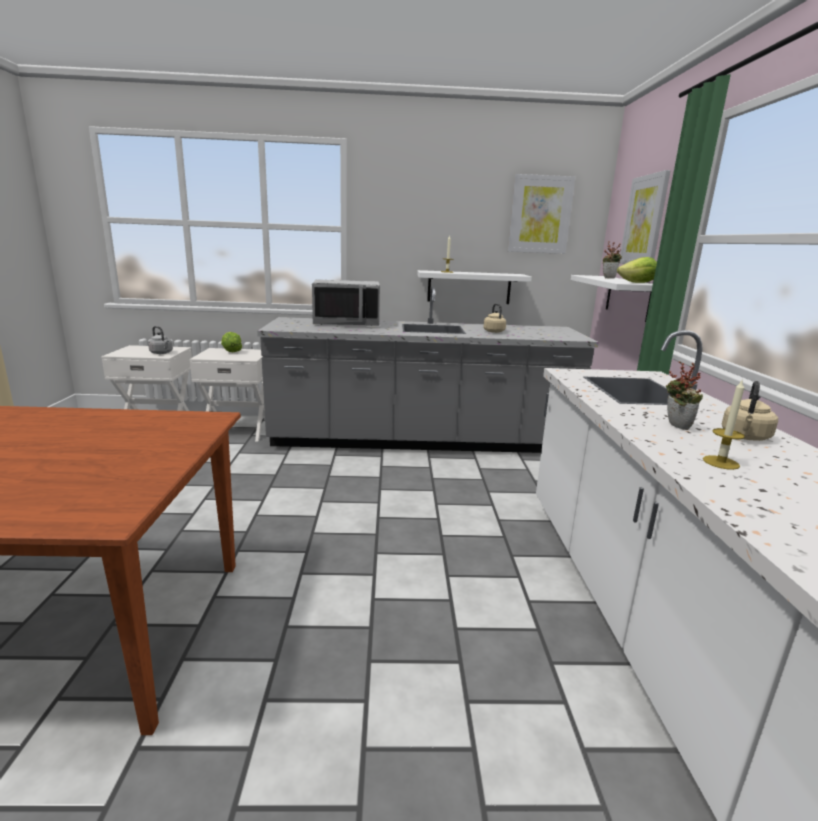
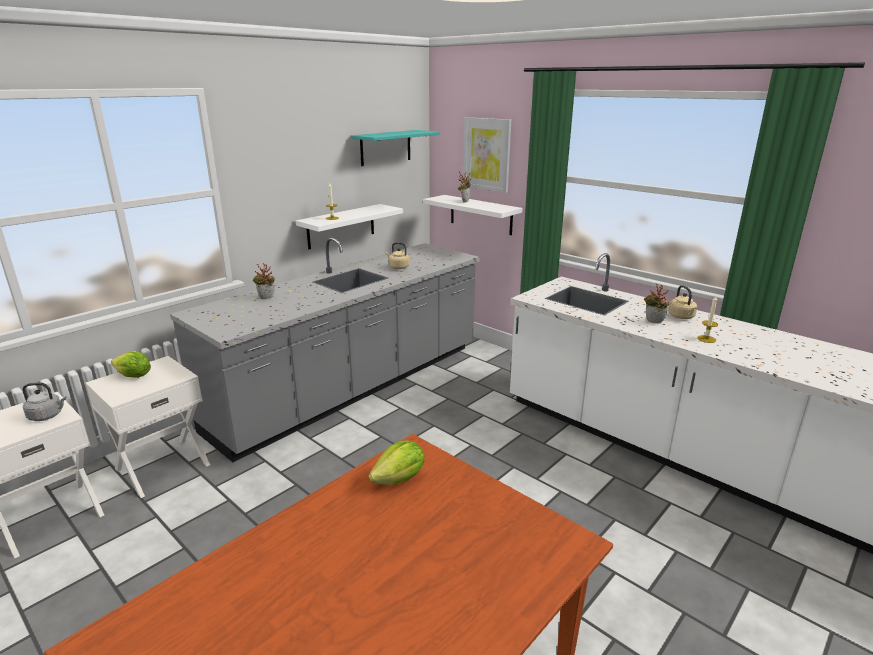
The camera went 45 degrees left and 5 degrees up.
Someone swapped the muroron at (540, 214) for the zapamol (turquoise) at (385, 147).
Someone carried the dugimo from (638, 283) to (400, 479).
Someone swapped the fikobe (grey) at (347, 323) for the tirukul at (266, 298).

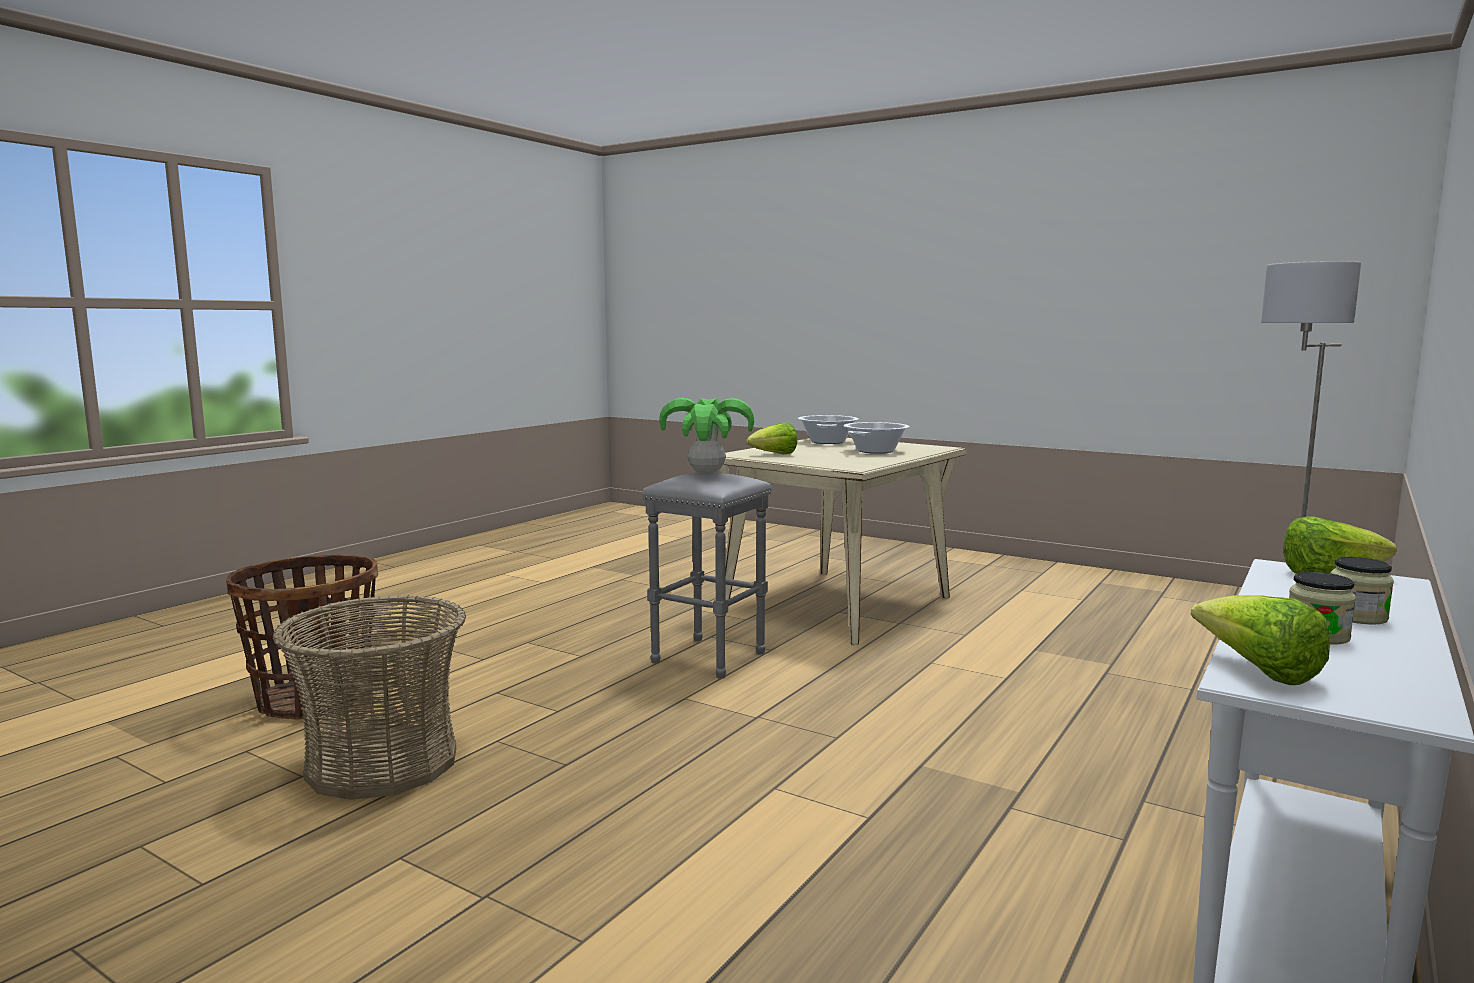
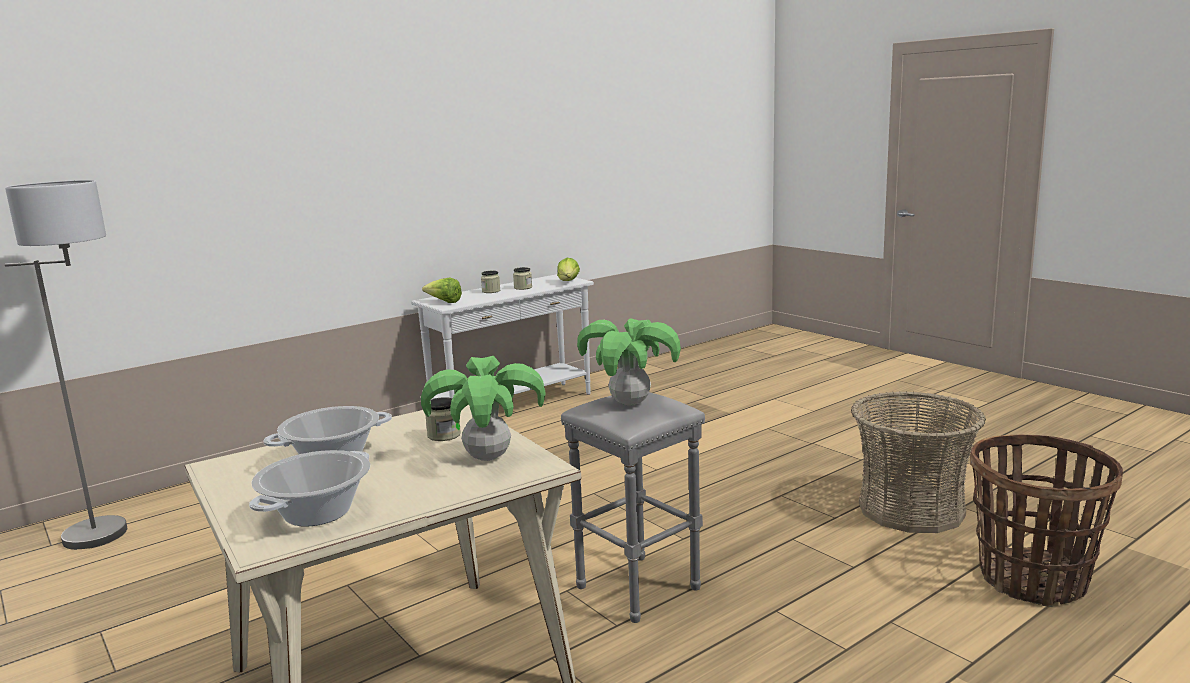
The camera went 160 degrees left and 5 degrees up.
Someone swapped the dugimo at (774, 455) for the tirukul at (487, 457).
Someone put down the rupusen at (444, 435).

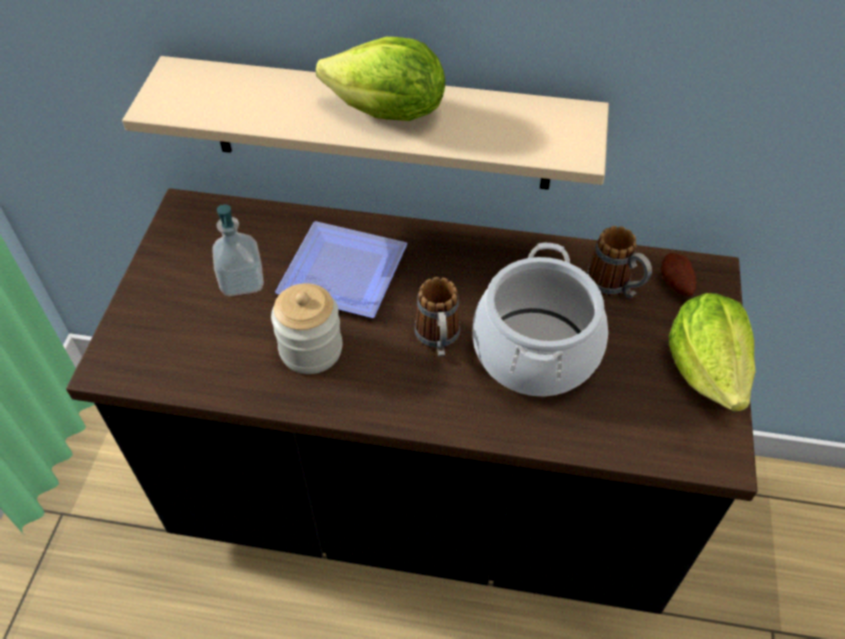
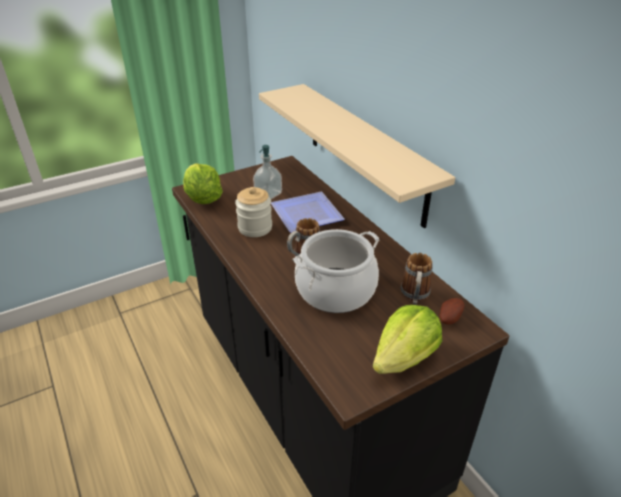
The camera went 50 degrees right and 15 degrees down.
Someone carried the dugimo from (388, 113) to (203, 199).

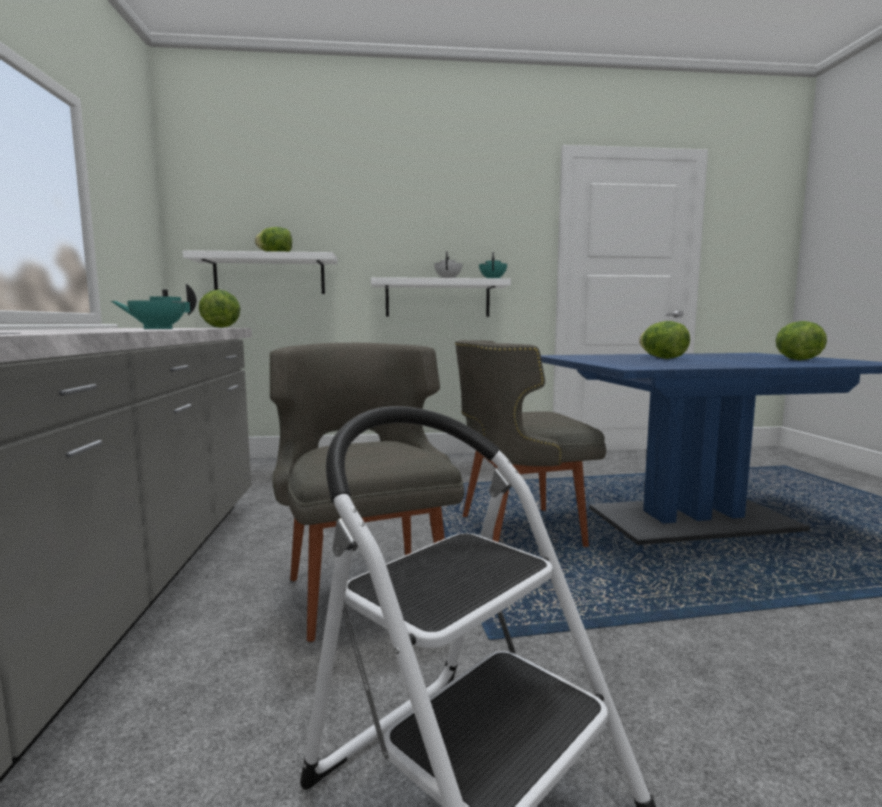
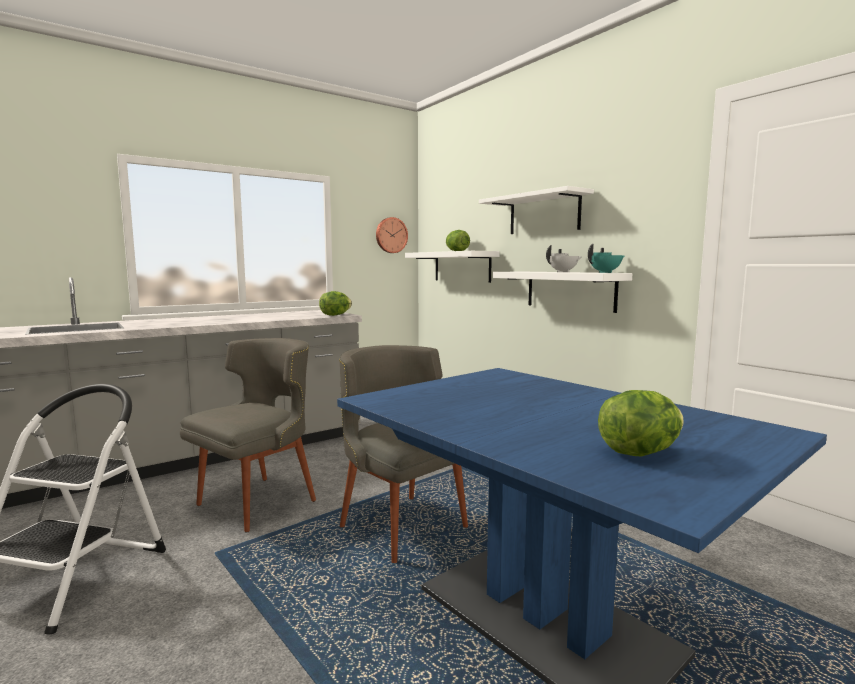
The camera went 60 degrees right and 0 degrees up.
Someone took away the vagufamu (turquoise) at (158, 328).
Someone took away the dugimo at (662, 358).
Someone put up the zapamol (white) at (544, 214).
Someone put up the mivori at (391, 235).

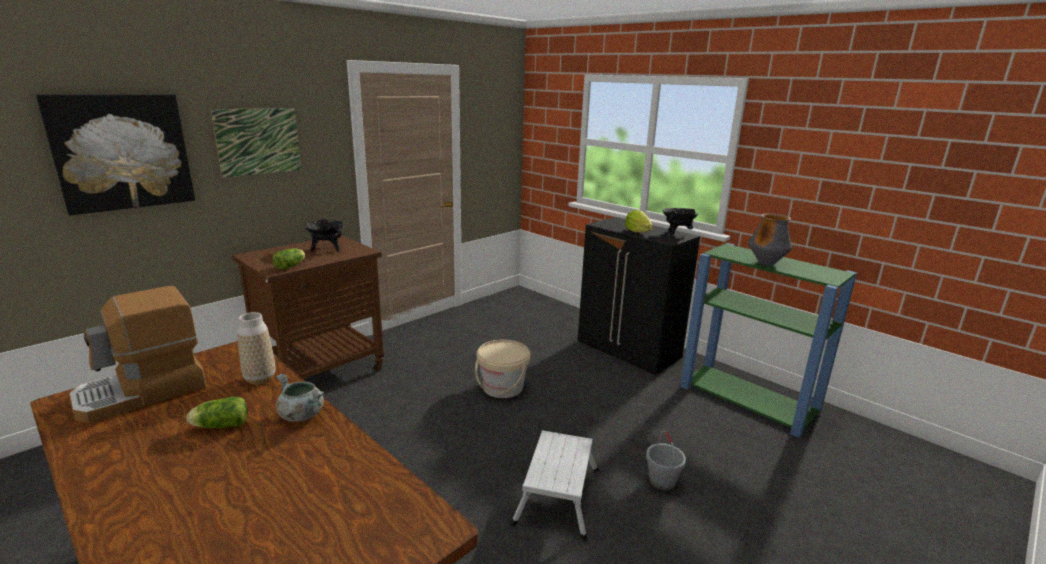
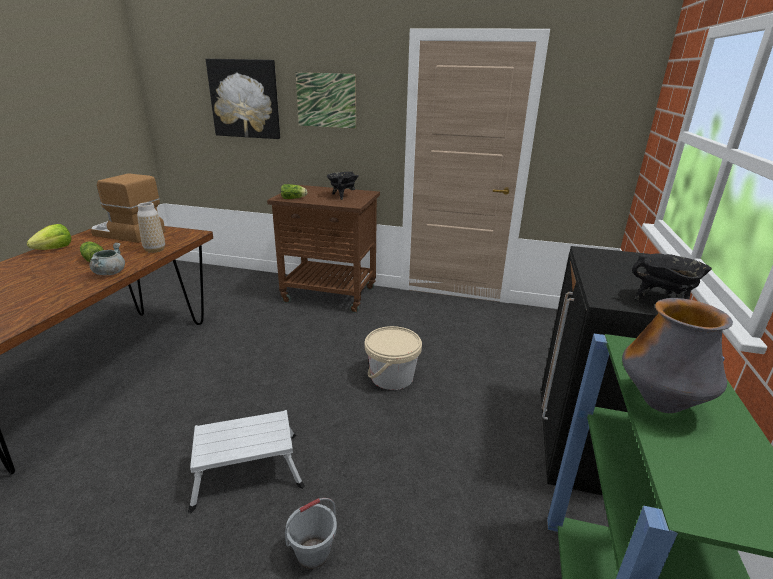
The camera went 60 degrees right and 5 degrees up.
Someone carried the dugimo from (638, 232) to (55, 249).

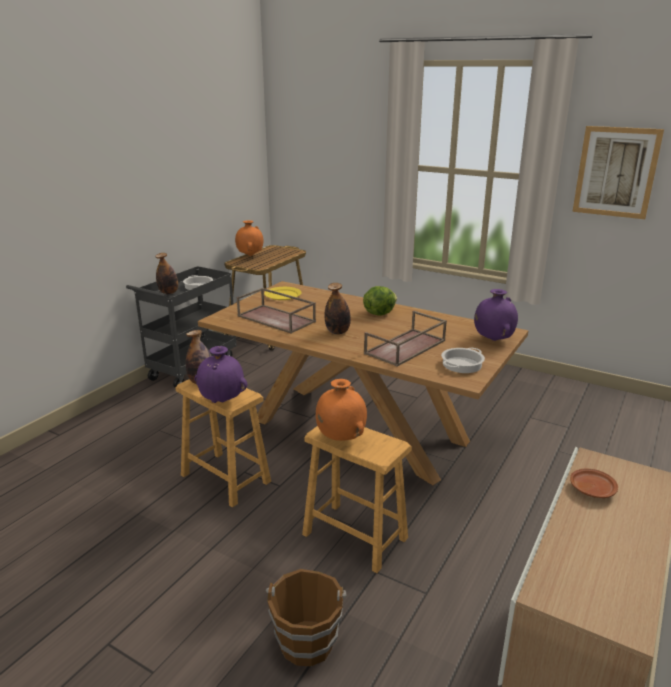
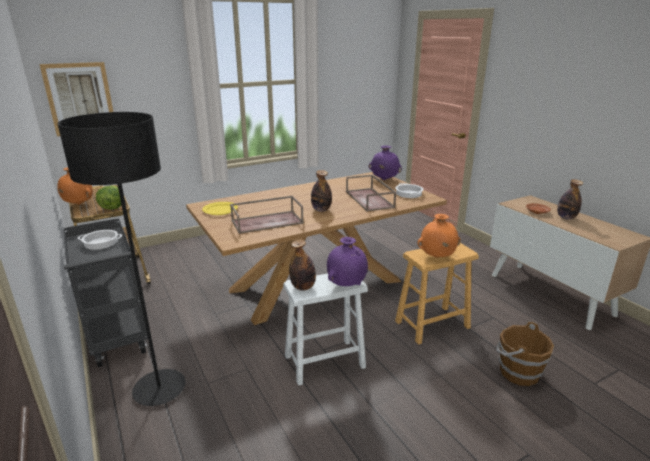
The camera went 60 degrees left and 0 degrees up.
Someone carried the muroron from (616, 172) to (80, 99).
Someone carried the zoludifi from (168, 293) to (566, 217).
Someone carried the dugimo from (379, 313) to (112, 208).
Someone repainted the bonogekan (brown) at (225, 478), which became the bonogekan (white) at (324, 361).
Someone put down the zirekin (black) at (159, 389).

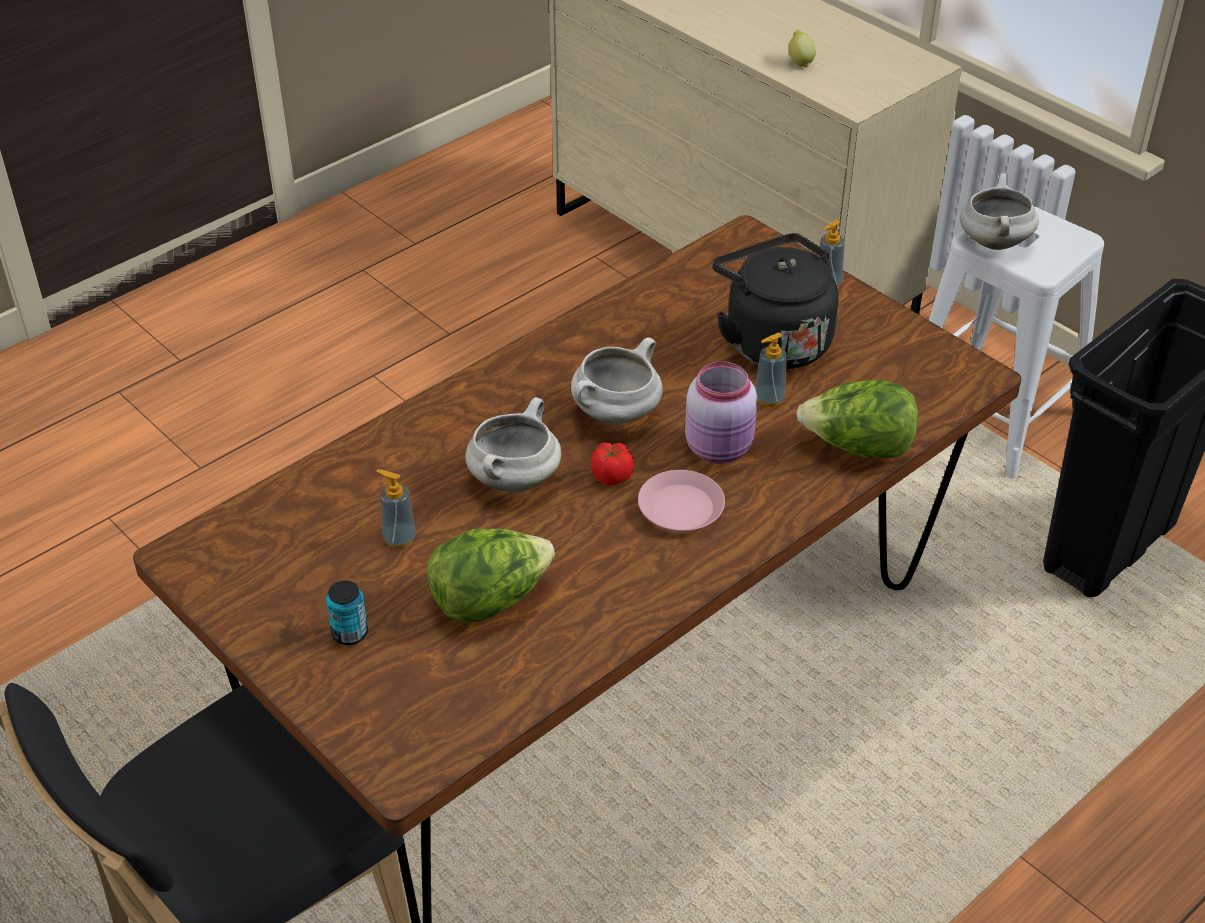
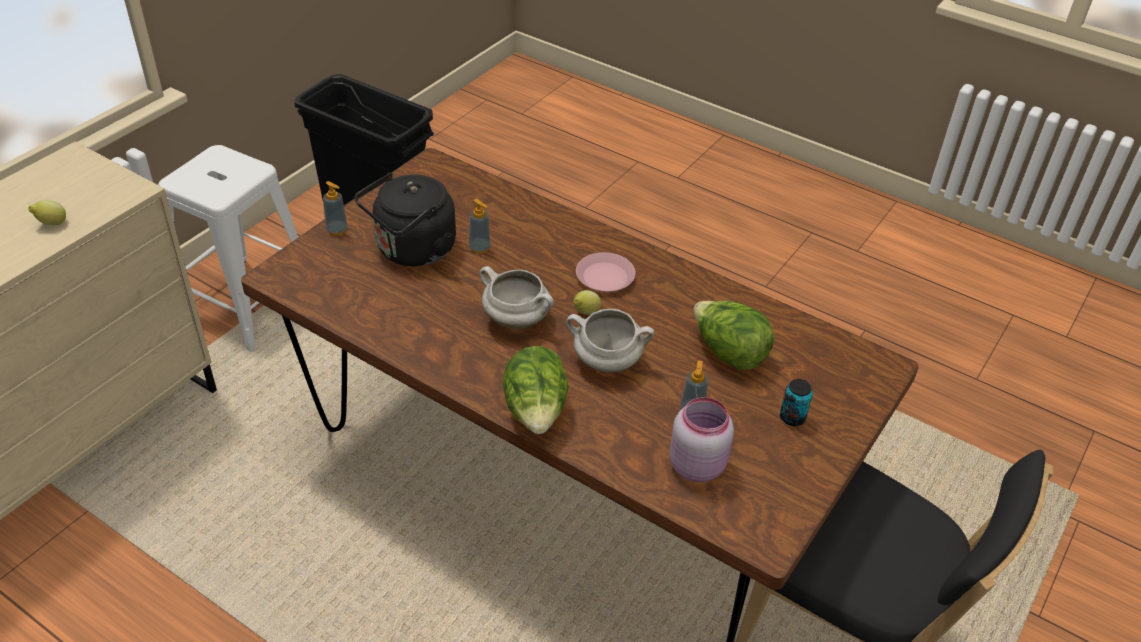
The camera went 105 degrees left and 0 degrees up.
Someone took away the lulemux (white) at (993, 241).
Someone carried the rupusen (pink) from (720, 448) to (697, 464).
Someone carried the dugimo from (858, 448) to (536, 412).
Someone swapped the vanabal at (611, 475) for the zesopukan at (585, 313).

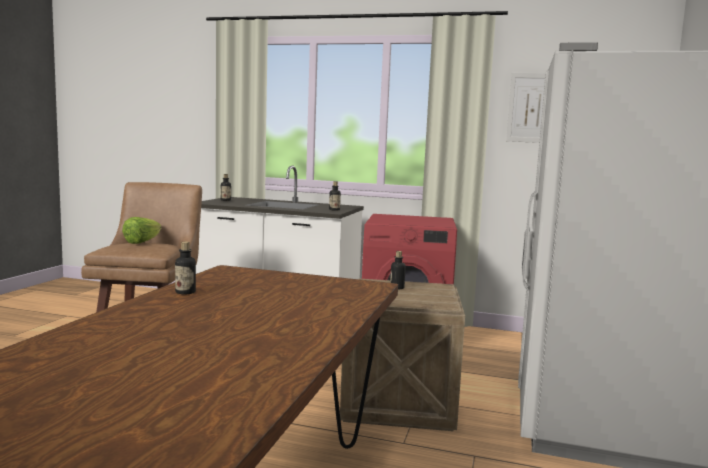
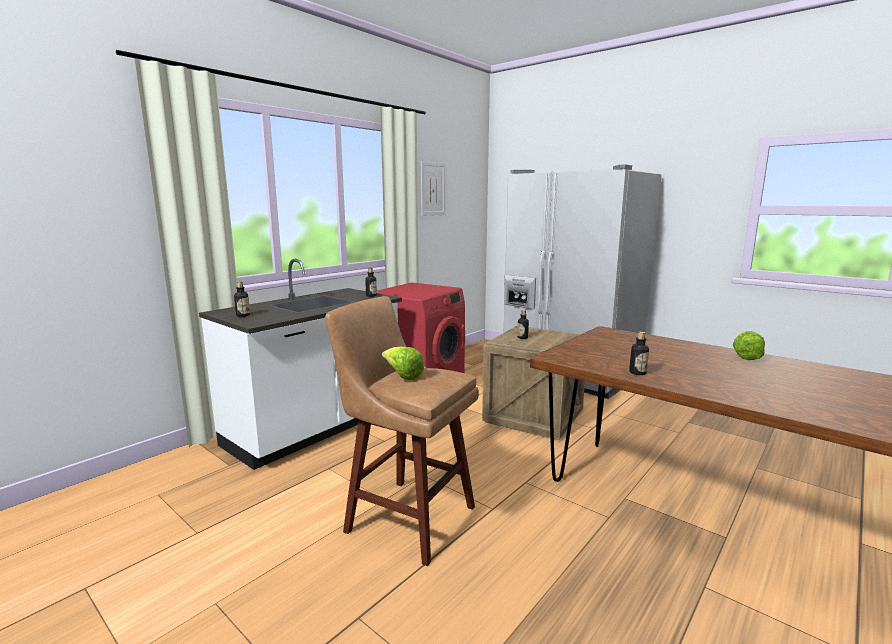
The camera went 65 degrees left and 5 degrees up.
Someone put down the dugimo at (746, 356).

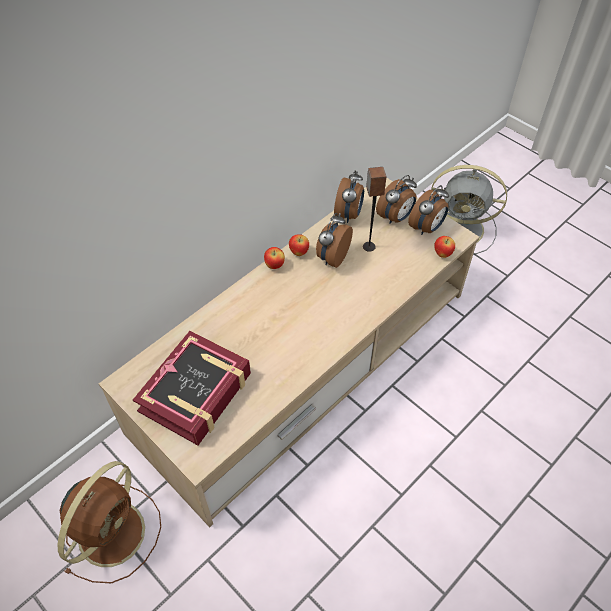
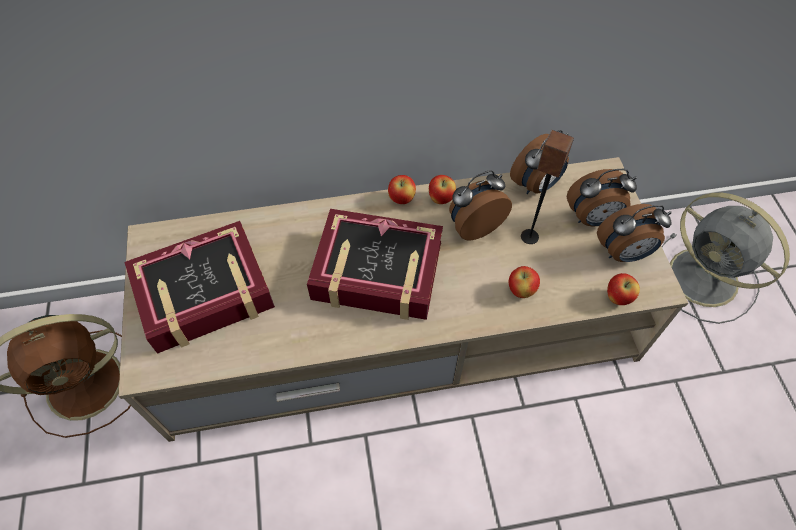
The camera went 35 degrees right and 5 degrees up.
Someone put down the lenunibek at (377, 272).
Someone put down the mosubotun at (521, 290).

